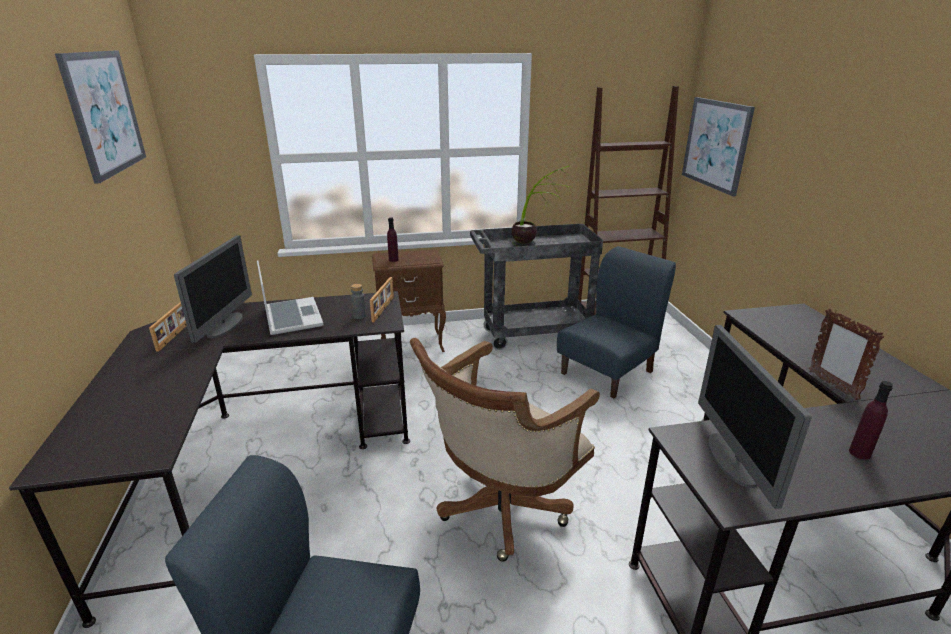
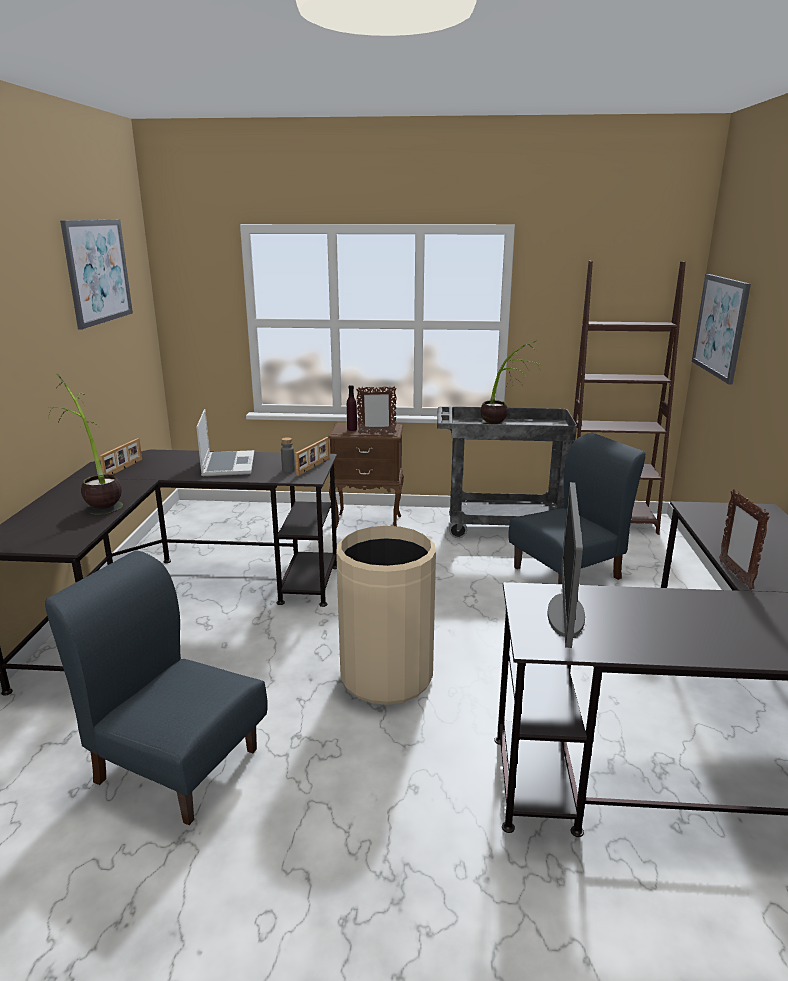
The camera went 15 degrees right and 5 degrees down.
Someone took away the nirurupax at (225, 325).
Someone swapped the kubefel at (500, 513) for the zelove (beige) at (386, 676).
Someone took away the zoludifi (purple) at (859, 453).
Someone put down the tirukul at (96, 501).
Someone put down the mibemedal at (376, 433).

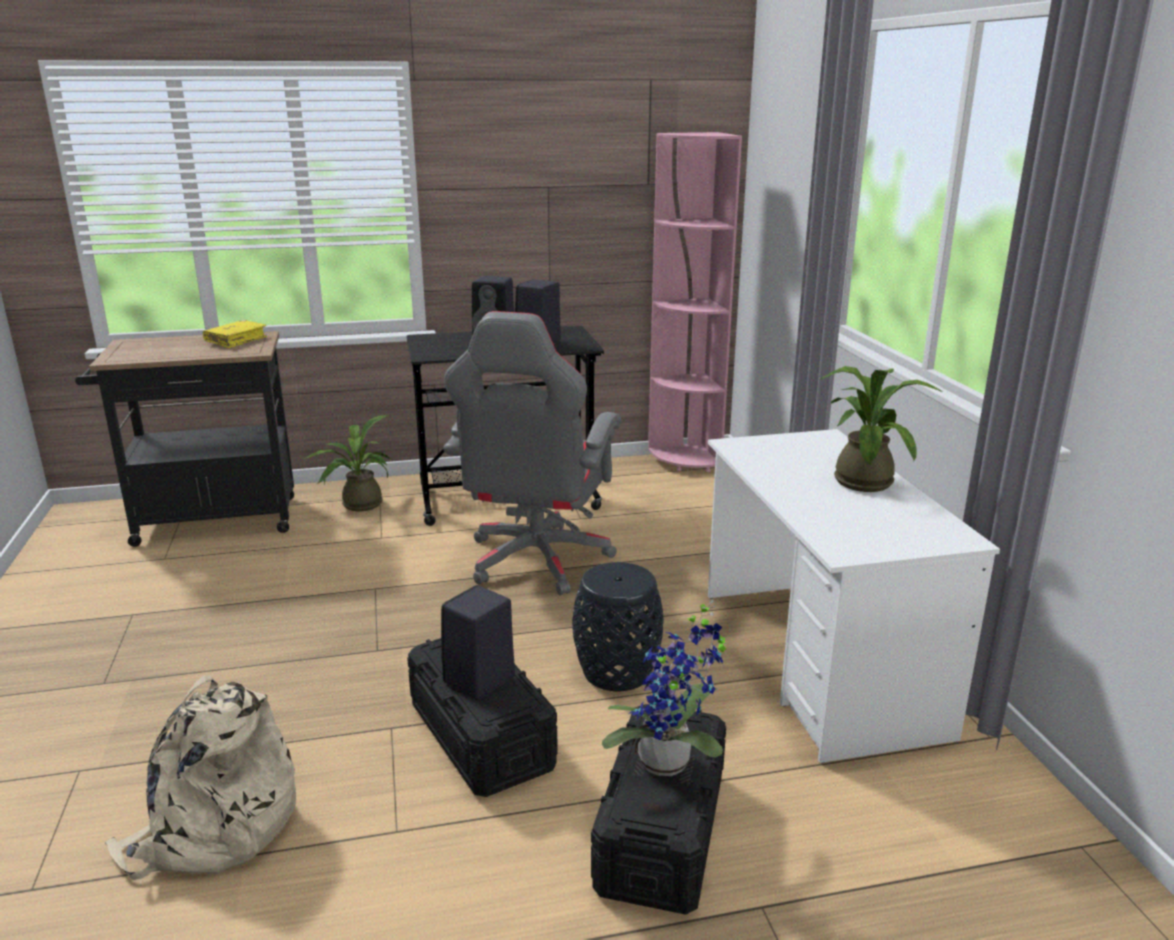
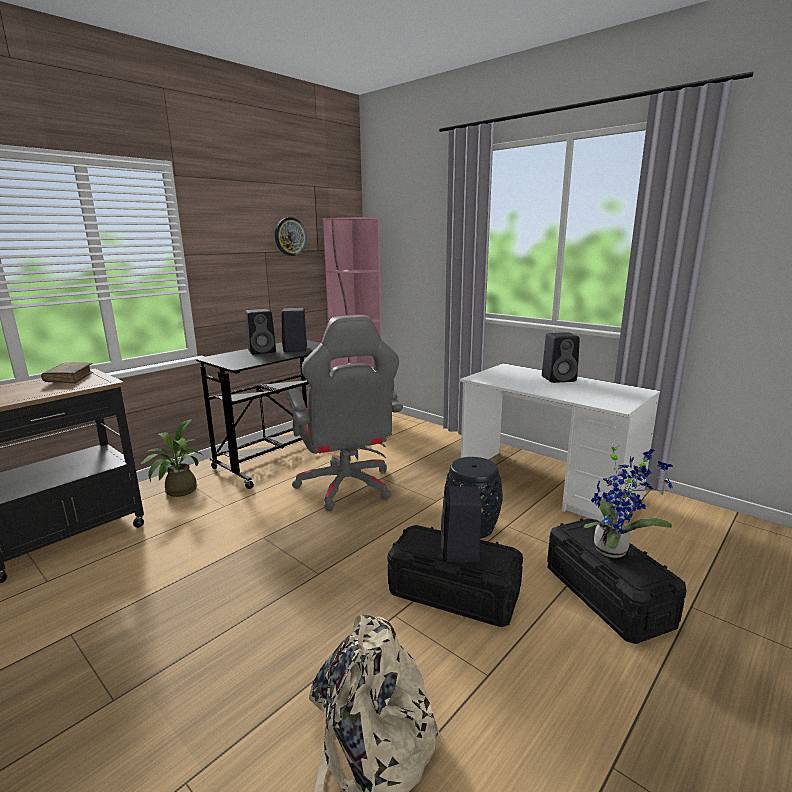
The camera went 35 degrees left and 5 degrees down.
Someone repainted the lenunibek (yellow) at (236, 341), which became the lenunibek (brown) at (69, 379).
Someone swapped the tirukul at (864, 479) for the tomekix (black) at (559, 379).
Someone put up the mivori at (290, 236).

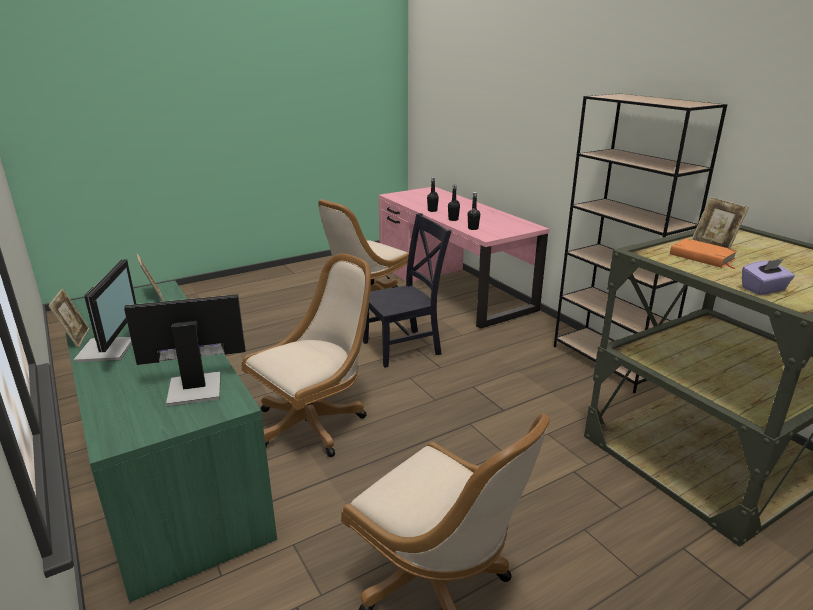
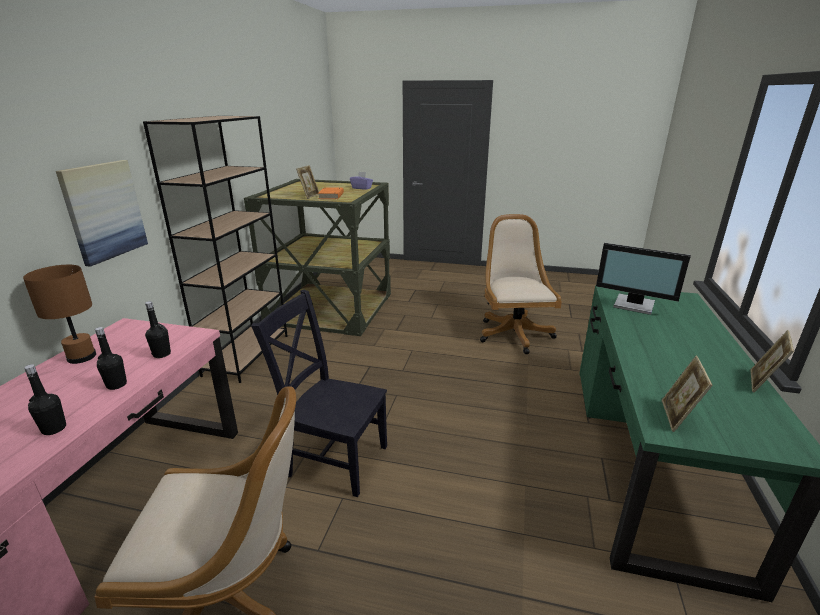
The camera went 135 degrees left and 0 degrees up.
Someone took away the kubefel at (315, 421).
Someone took away the nirurupax at (108, 349).
Someone put up the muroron at (104, 211).
Someone put down the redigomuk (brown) at (82, 357).

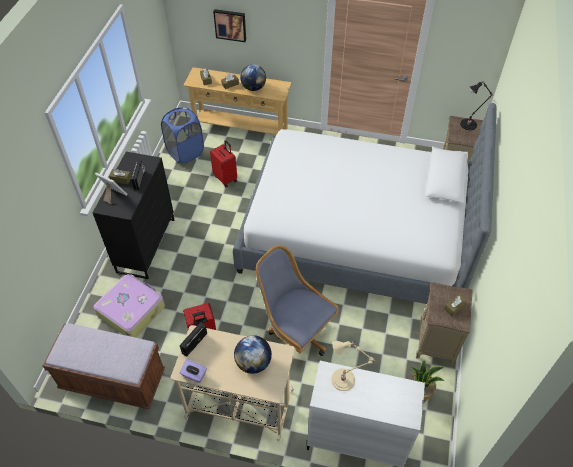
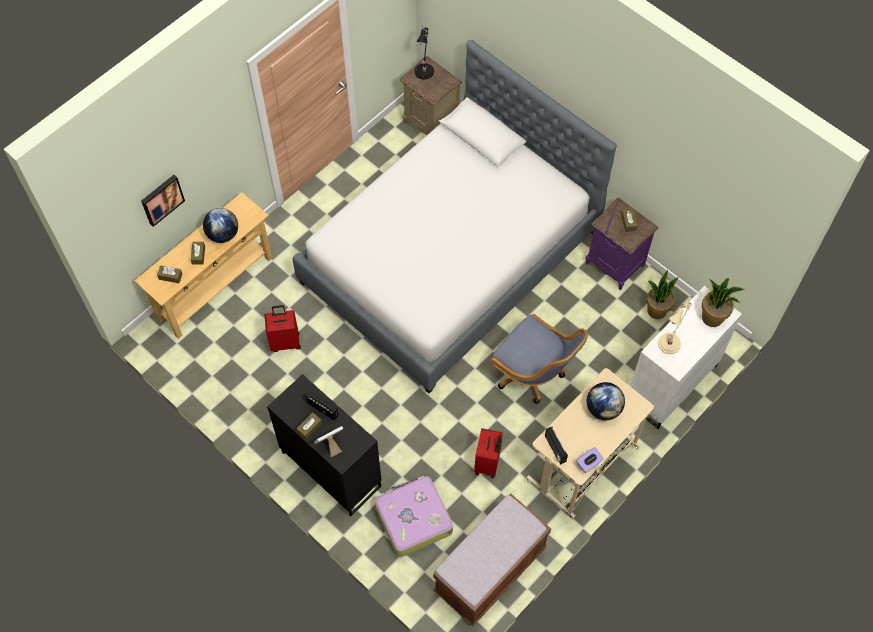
The camera went 60 degrees left and 10 degrees up.
Someone took away the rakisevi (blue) at (185, 152).
Someone rotated the kubefel (blue) at (295, 333) by 120 degrees counterclockwise.
Someone repainted the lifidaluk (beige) at (435, 343), which became the lifidaluk (purple) at (614, 265).
Someone put down the tirukul at (712, 317).

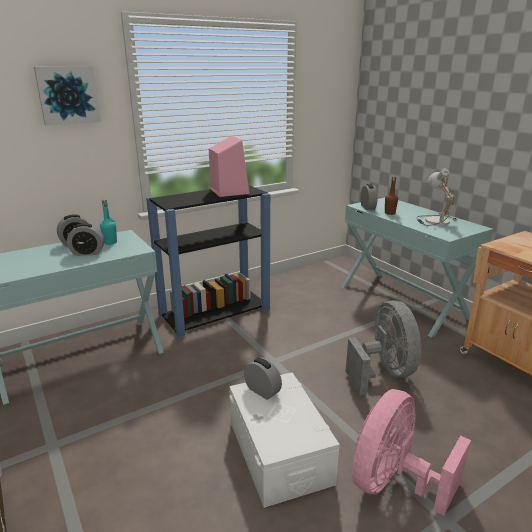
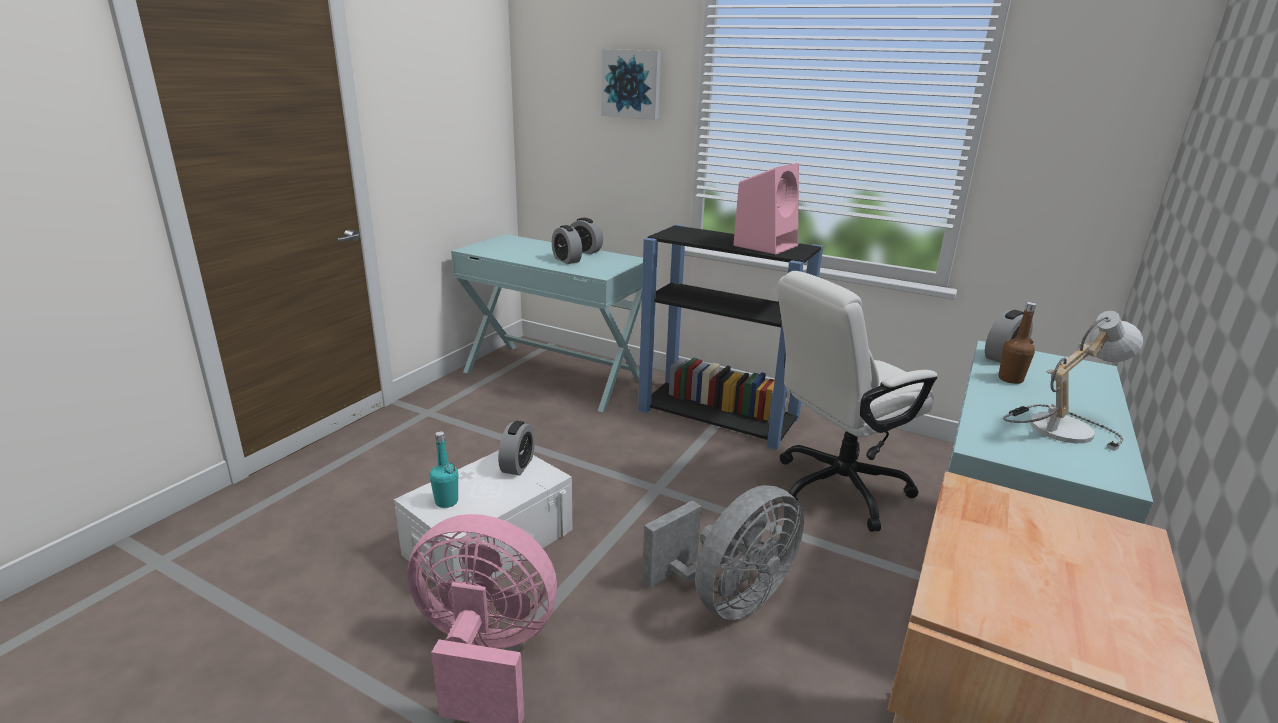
The camera went 60 degrees right and 0 degrees up.
Someone carried the zoludifi (turquoise) from (110, 242) to (446, 502).
Someone put down the kubefel (white) at (835, 491).

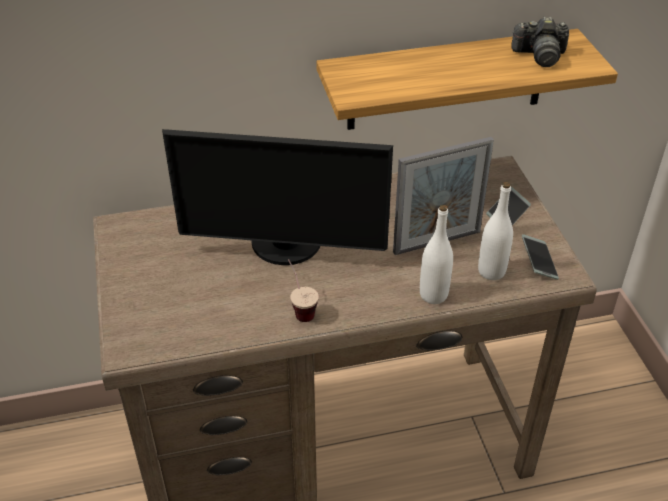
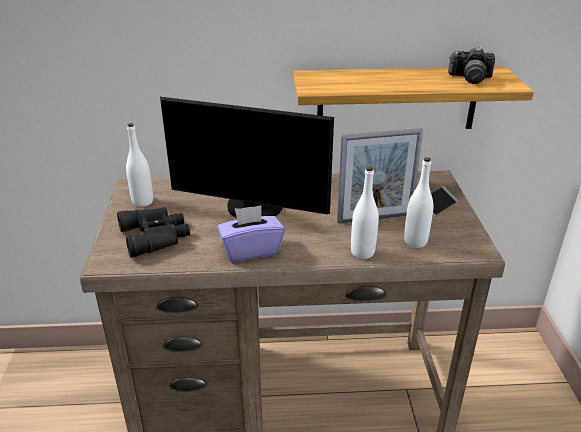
The camera went 10 degrees right and 10 degrees down.
Someone took away the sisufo at (538, 261).
Someone swapped the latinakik at (300, 308) for the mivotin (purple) at (251, 250).
Someone put down the zoludifi (white) at (142, 202).
Someone put down the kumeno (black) at (156, 236).

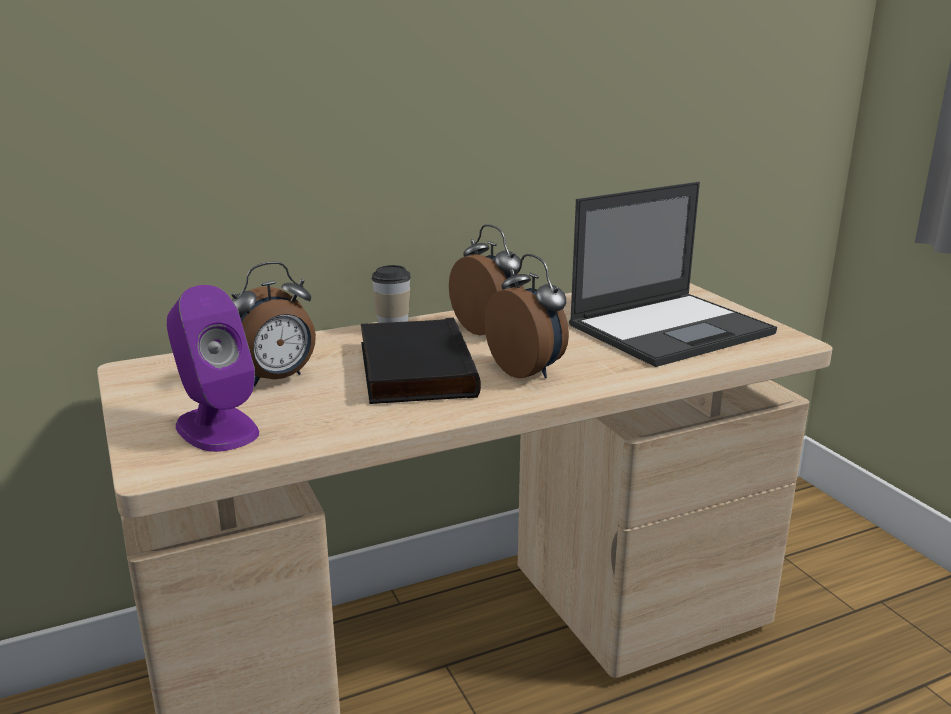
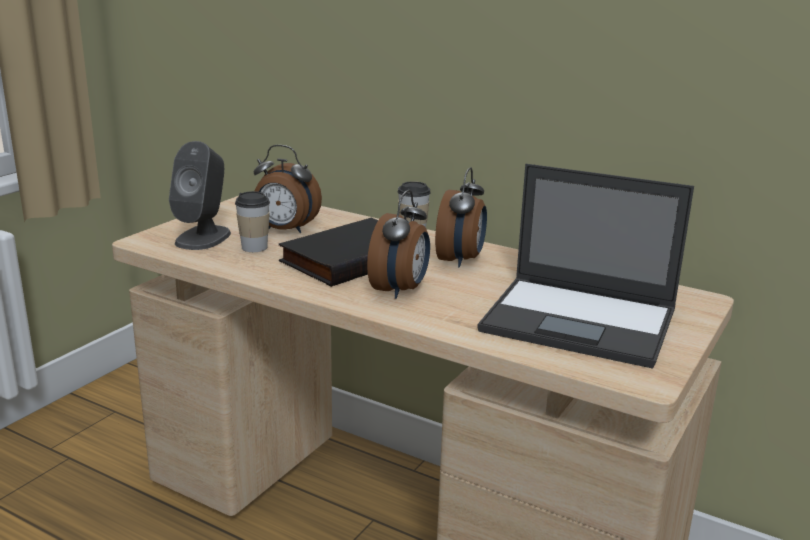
The camera went 55 degrees right and 0 degrees up.
Someone repainted the tomekix (purple) at (216, 428), which became the tomekix (grey) at (203, 237).
Someone put down the latinakik at (254, 247).

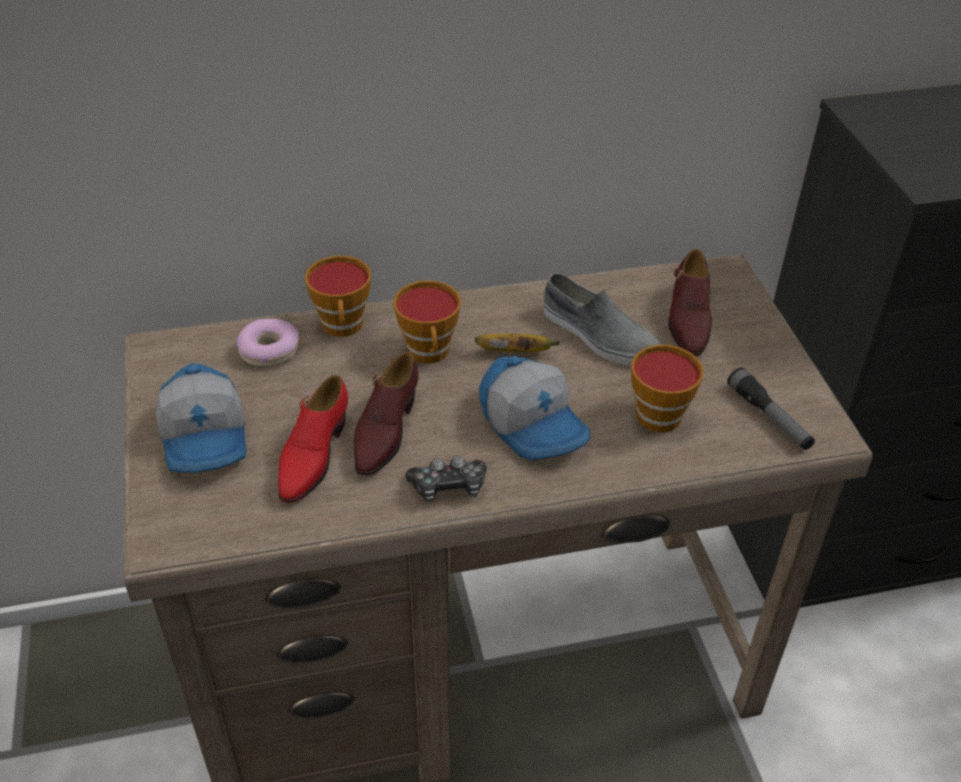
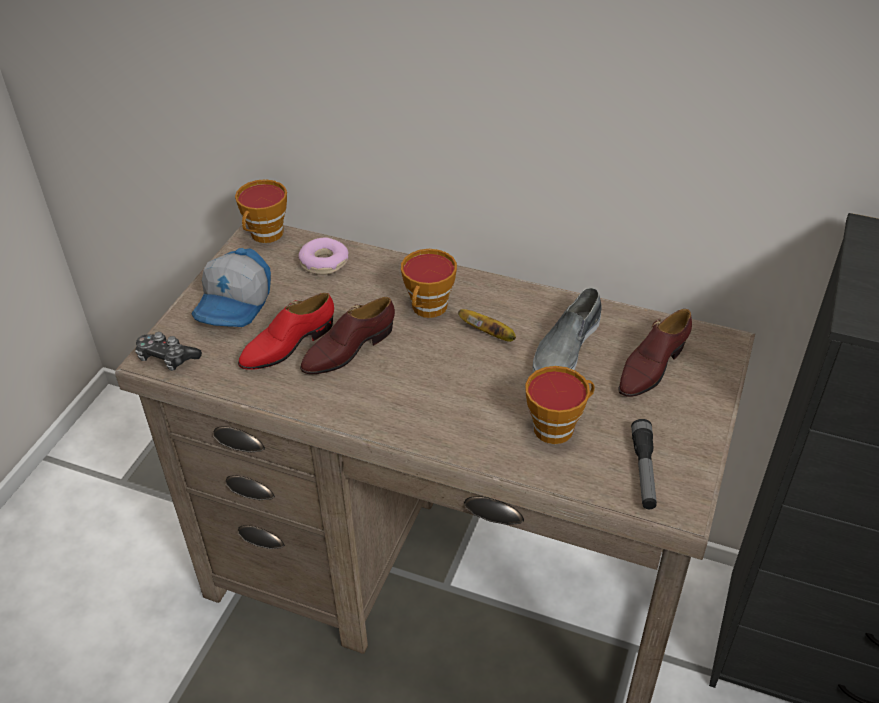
The camera went 35 degrees right and 0 degrees up.
Someone carried the latinakik from (343, 327) to (265, 235).
Someone rotated the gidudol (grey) at (598, 335) by 45 degrees clockwise.
Someone took away the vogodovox at (534, 423).
Someone carried the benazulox from (448, 487) to (167, 358).

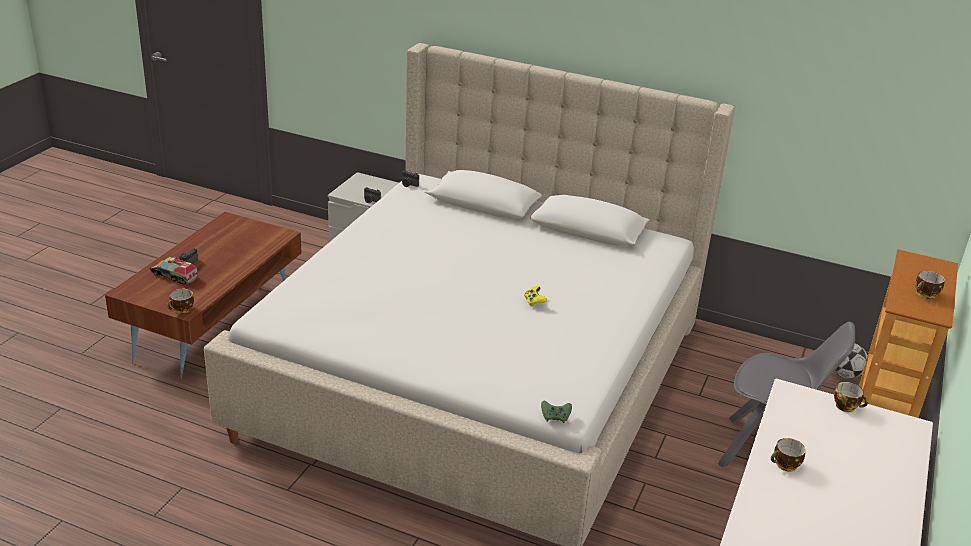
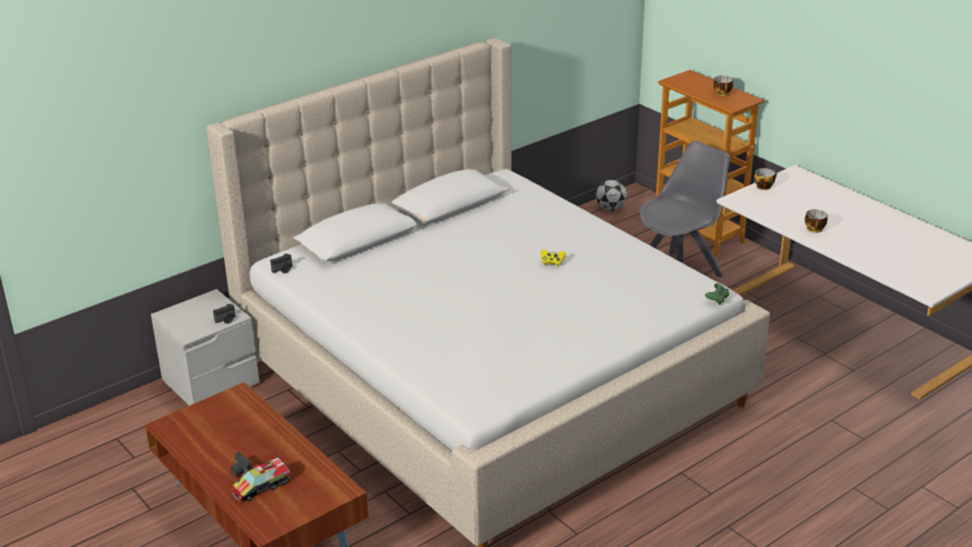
The camera went 60 degrees left and 0 degrees up.
Someone took away the latinakik at (182, 310).

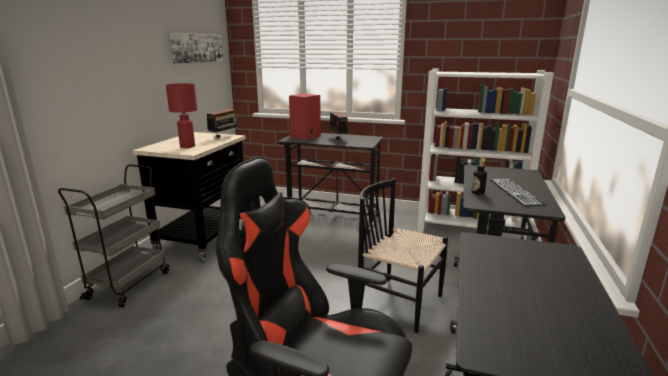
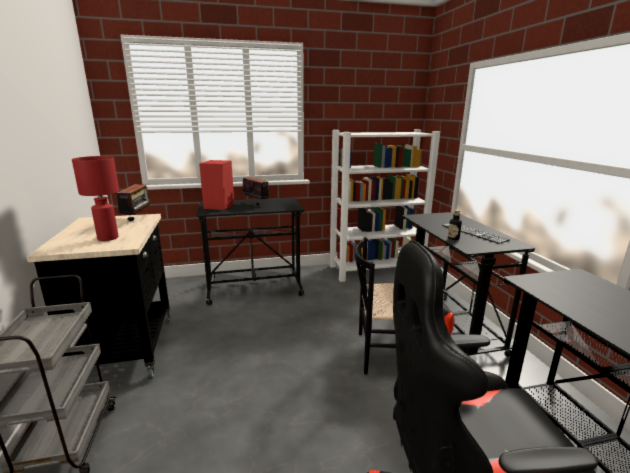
The camera went 30 degrees left and 0 degrees up.
Someone took away the muroron at (197, 48).

